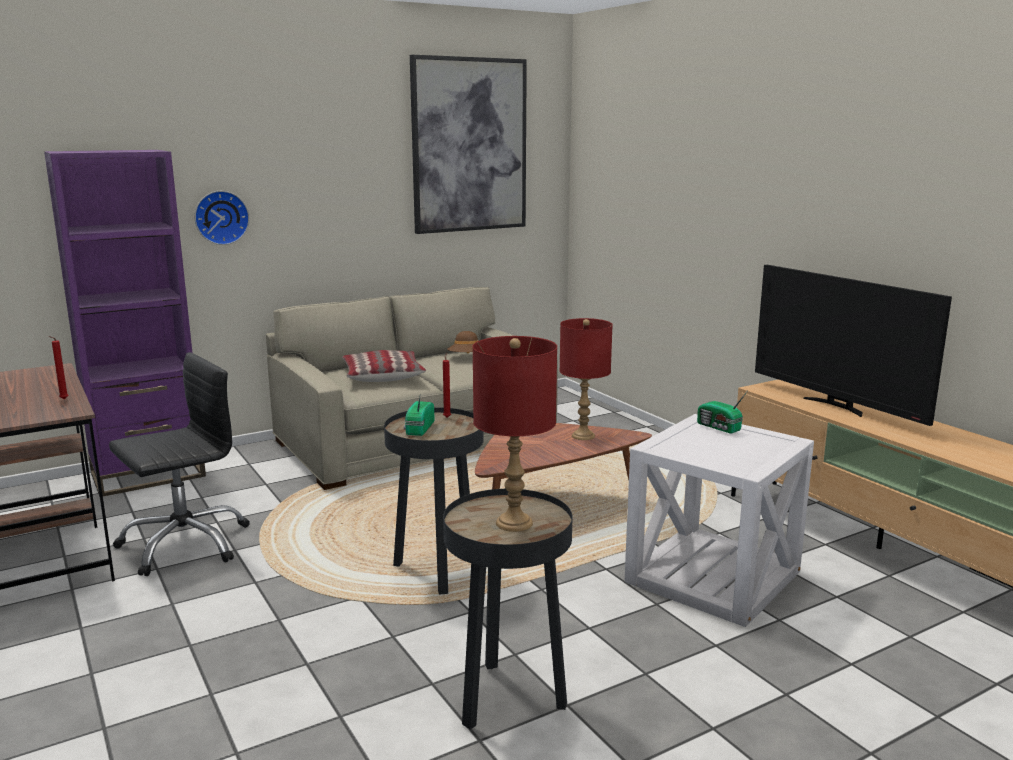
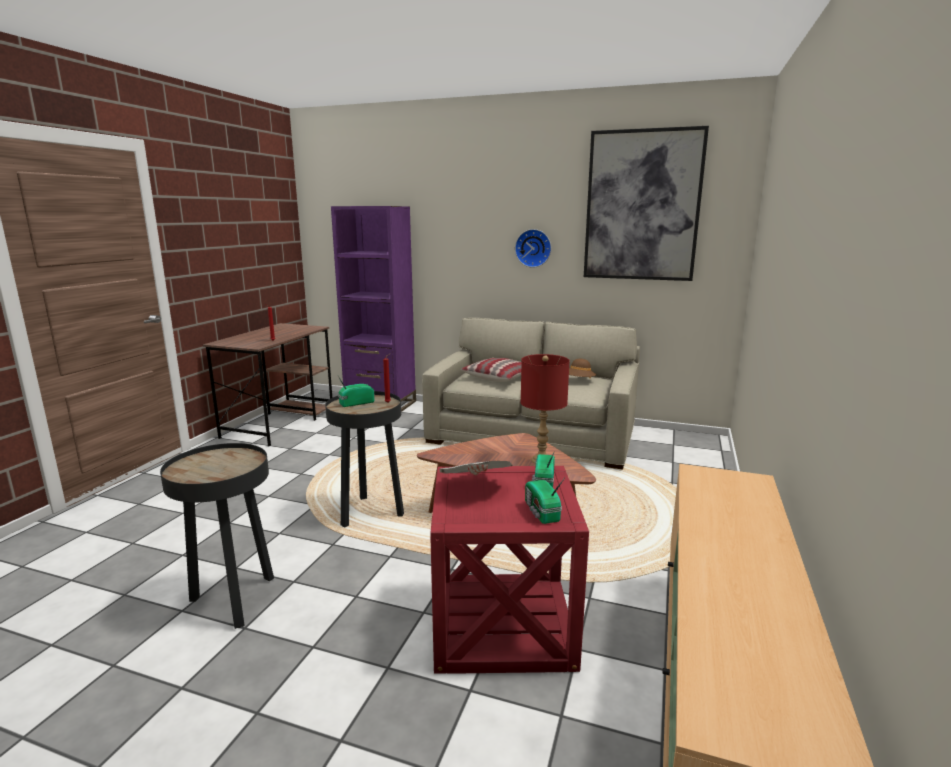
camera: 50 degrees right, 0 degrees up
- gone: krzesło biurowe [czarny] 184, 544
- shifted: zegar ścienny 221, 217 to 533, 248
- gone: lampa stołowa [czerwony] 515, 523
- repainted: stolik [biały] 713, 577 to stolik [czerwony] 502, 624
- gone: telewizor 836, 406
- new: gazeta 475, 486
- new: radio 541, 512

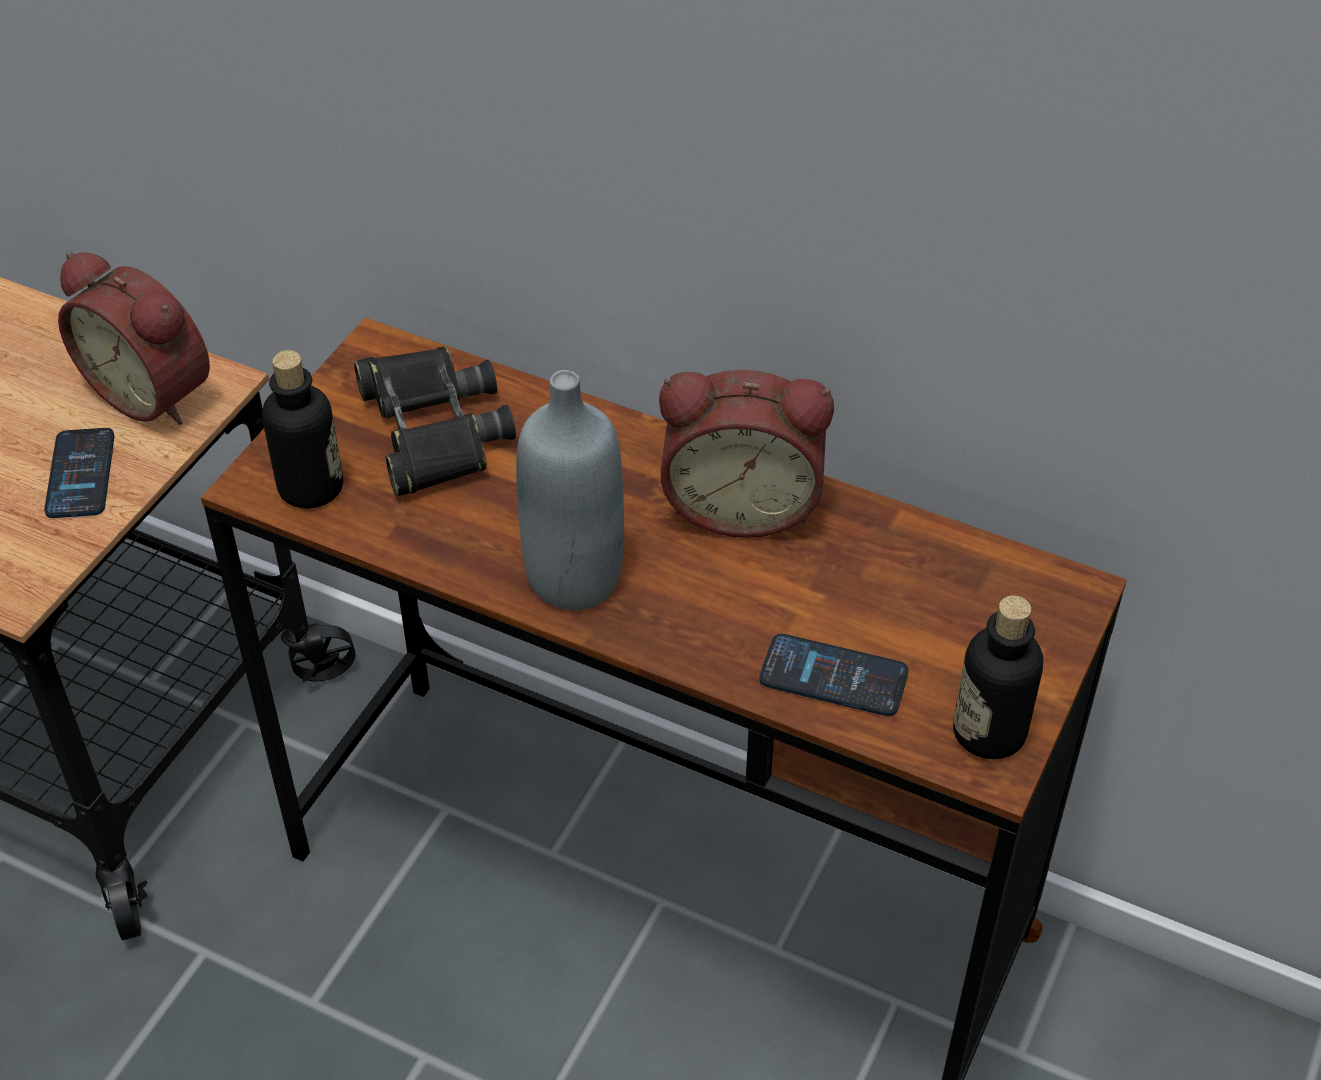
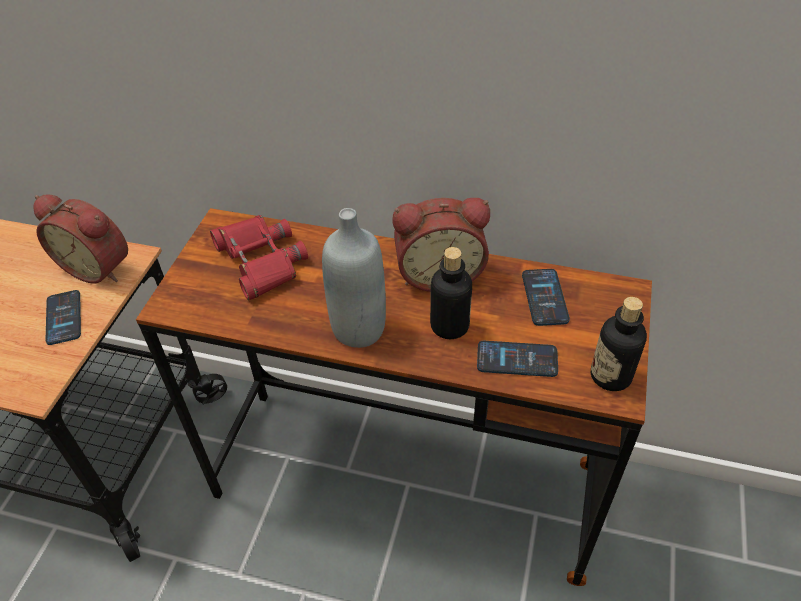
camera: 10 degrees left, 0 degrees up
- shifted: butelka 311, 487 to 449, 326
- repainted: lornetka [czarny] 432, 430 to lornetka [czerwony] 260, 261
- new: telefon 544, 297

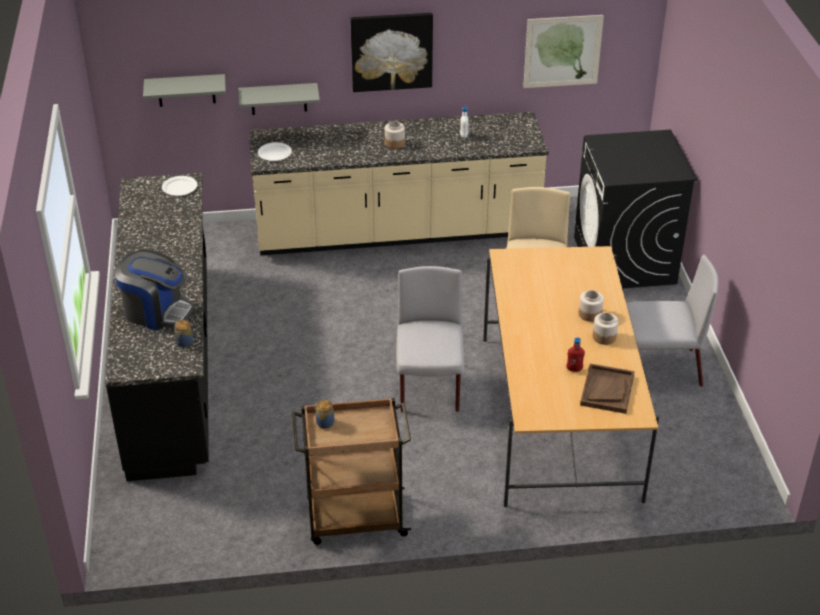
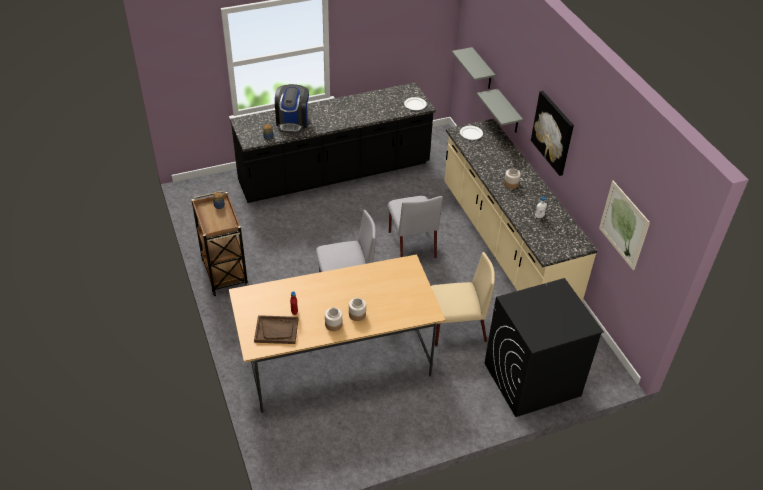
camera: 75 degrees right, 5 degrees up
- shifted: krzesło [szary] 659, 368 to 411, 244

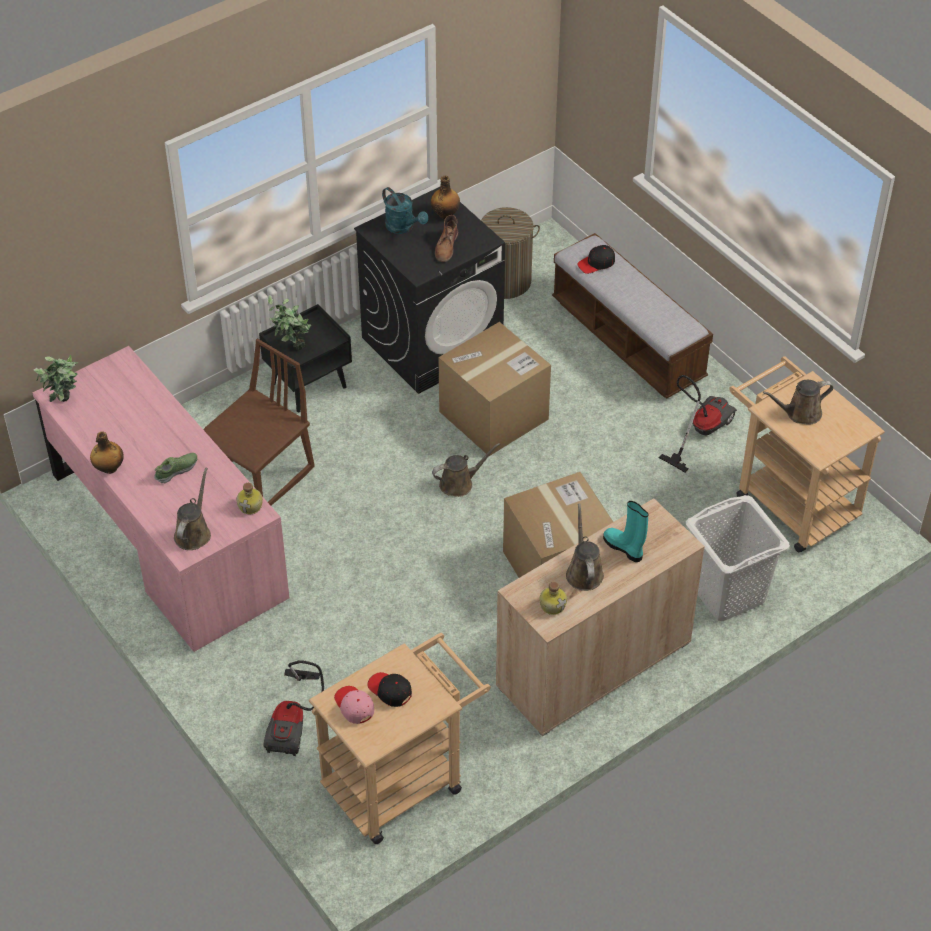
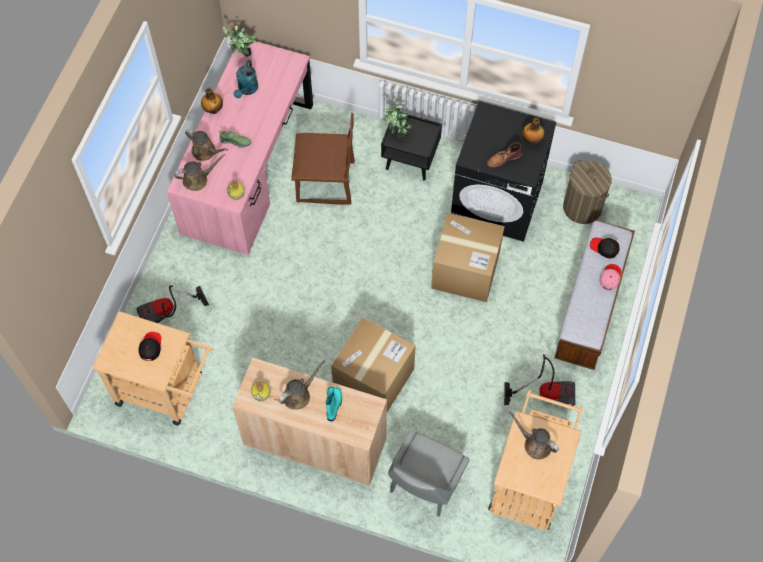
camera: 55 degrees right, 15 degrees up
- shifted: czapka z daszkiem [różowy] 354, 706 to 610, 277
- shifted: konewka [turkusowy] 403, 227 to 247, 90
- shifted: konewka [brązowy] 459, 483 to 205, 152
- swapped: kosz na pranie [biały] 727, 593 to krzesło [szary] 424, 485

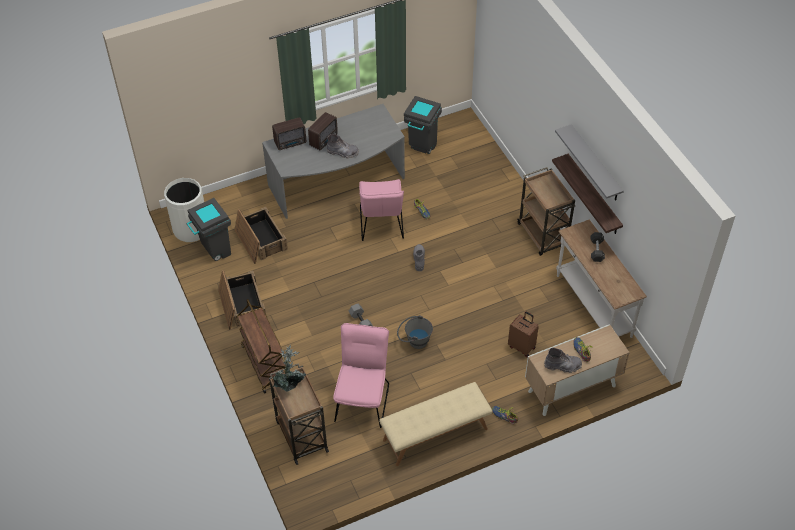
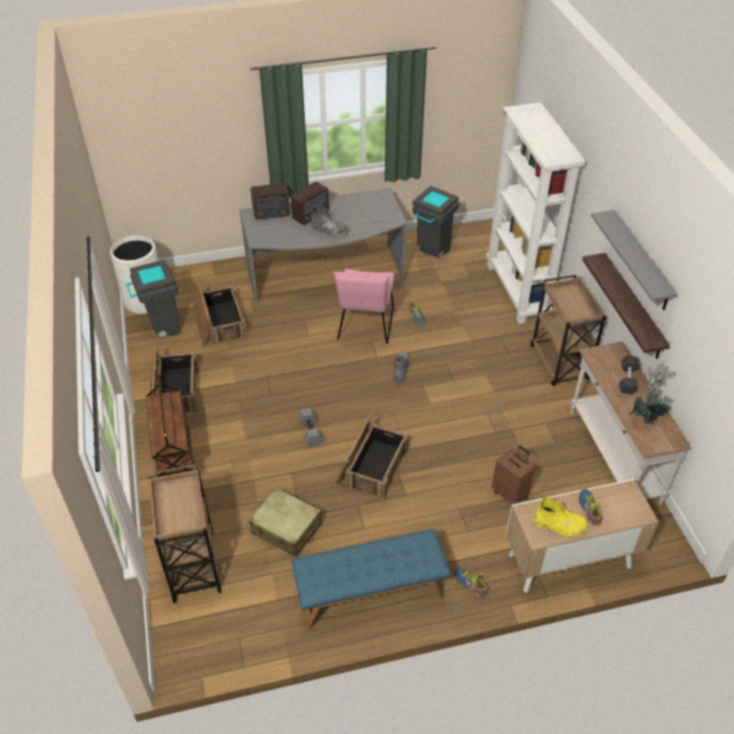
camera: 10 degrees right, 5 degrees down
- shifted: roślina doniczkowa 290, 384 to 646, 417
- swapped: krzesło [różowy] 363, 399 to walizka [beżowy] 287, 528
- repainted: ławka [beżowy] 435, 435 to ławka [niebieski] 370, 593
- swapped: wiadro [szary] 414, 341 to skrzynka 371, 465
- repainted: but z cholewką [szary] 563, 366 to but z cholewką [żółty] 559, 526
- new: regał [biały] 517, 291

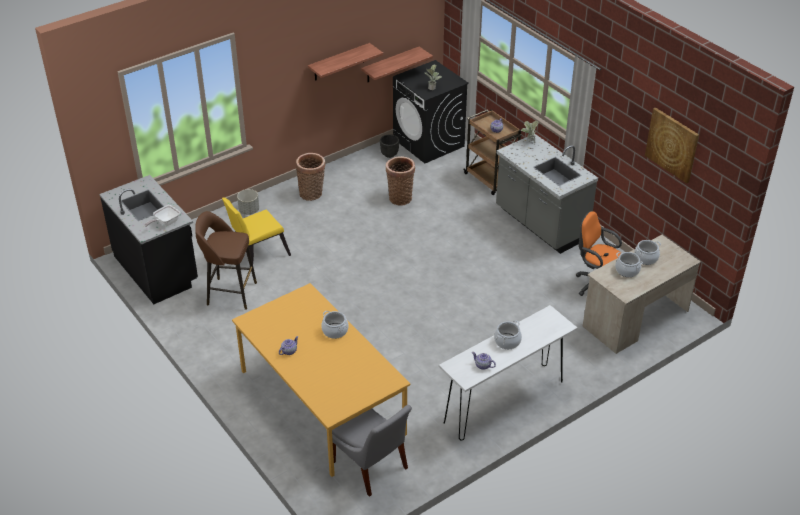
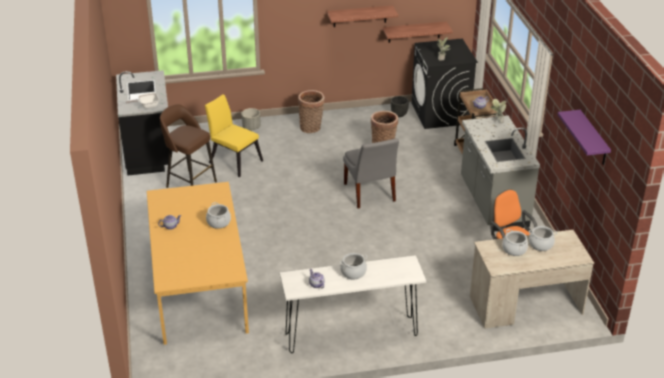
camera: 25 degrees right, 5 degrees down
- rotated: krzesło [żółty] 257, 253 = 234, 160 45 degrees clockwise
- shifted: krzesło [szary] 371, 467 to 369, 194
- swapped: obraz 672, 144 to półka [fioletowy] 593, 138

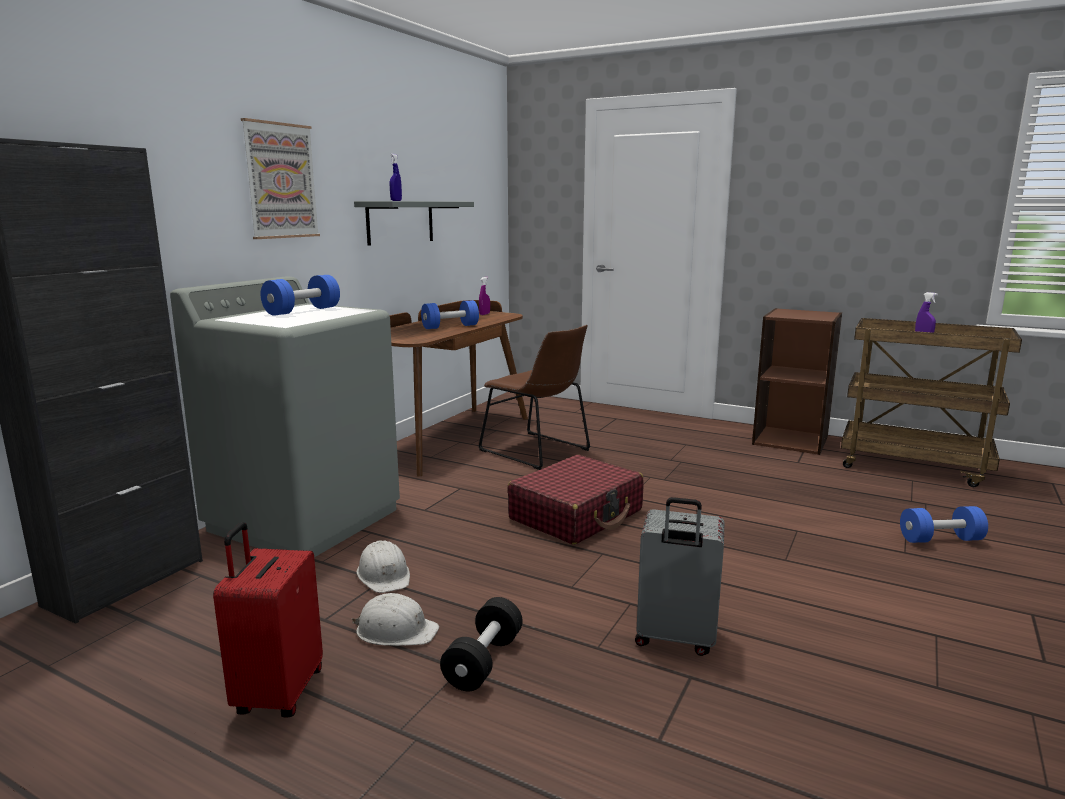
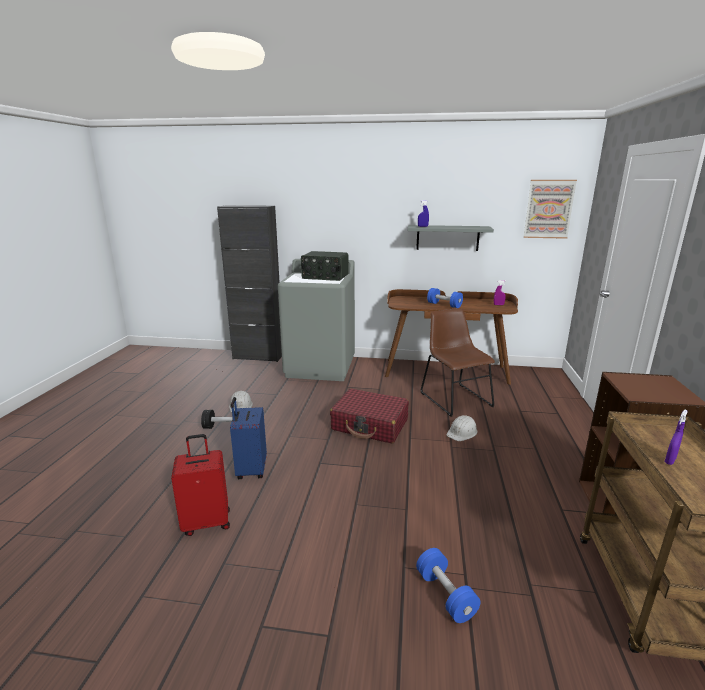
camera: 70 degrees right, 5 degrees up
- shifted: walizka [czerwony] 277, 693 to 207, 522
- shifted: obraz 281, 181 to 549, 209
- swapped: hantel [niebieski] 302, 311 to radio 325, 277
- shifted: kask [biały] 384, 575 to 462, 432
- rotated: krzesło [brązowy] 537, 451 = 454, 398 135 degrees clockwise
- repainted: walizka [szary] 675, 639 to walizka [niebieski] 251, 470

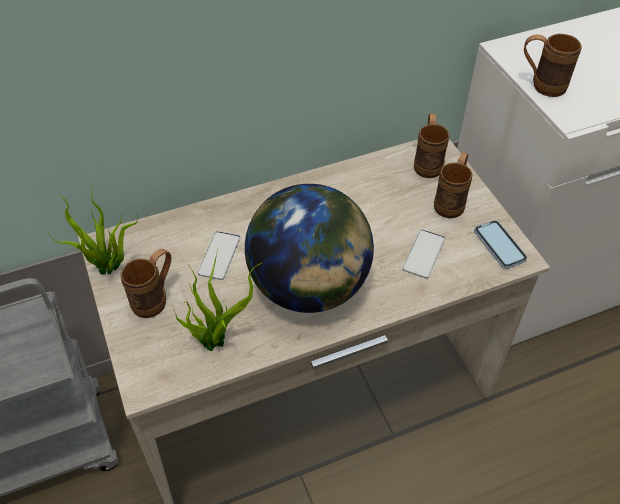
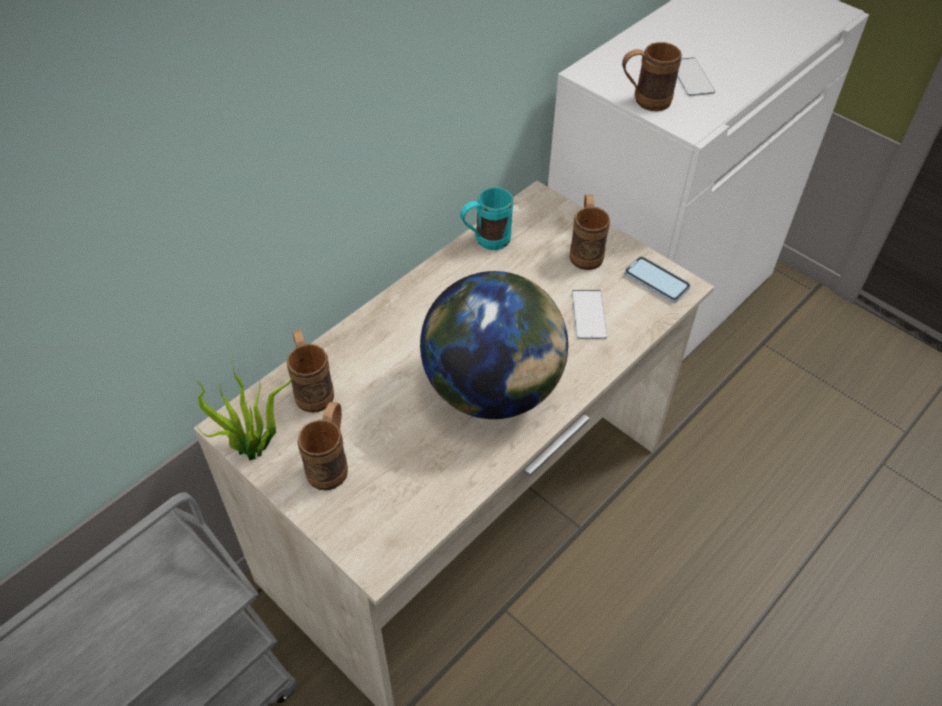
camera: 25 degrees left, 0 degrees up
- gone: roślina doniczkowa 217, 339
- shifted: telefon 219, 255 to 691, 77
- shifted: kubek [brązowy] 427, 162 to 312, 389
- new: kubek [turkusowy] 485, 241

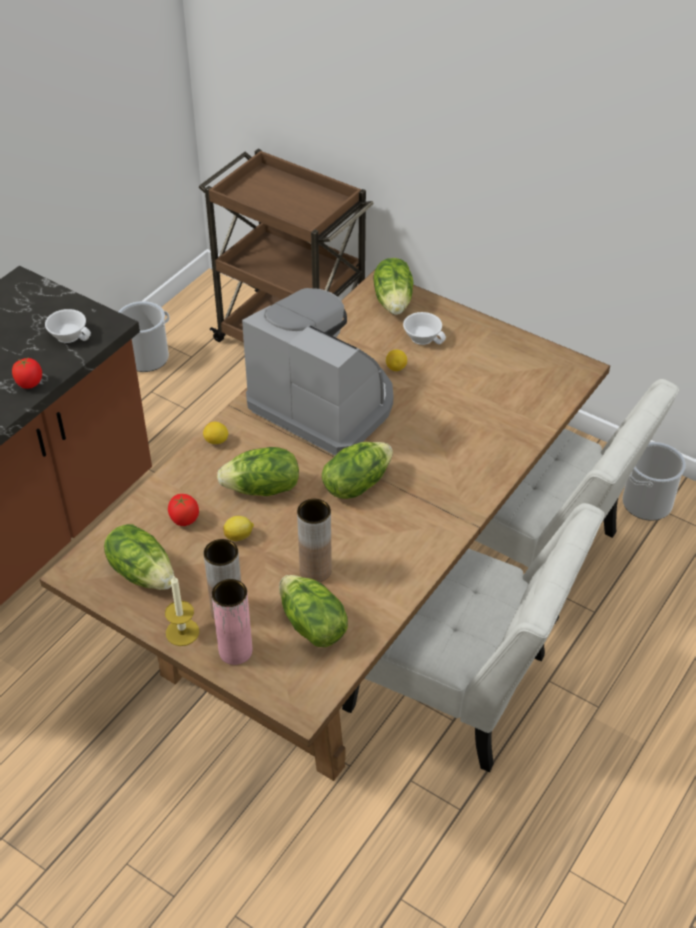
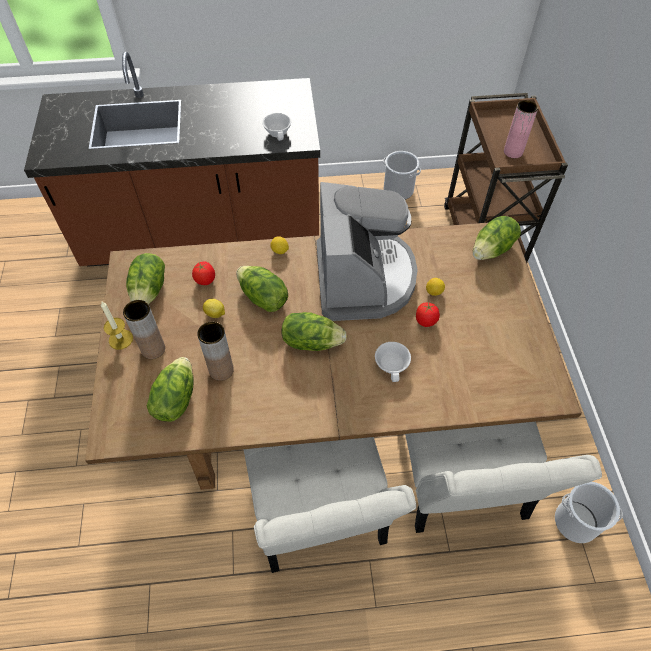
camera: 50 degrees right, 10 degrees up
- shifted: pomidor 30, 383 to 426, 321
- shifted: wazon [różowy] 235, 651 to 513, 152
- shifted: filiżanka [biały] 424, 337 to 393, 365

